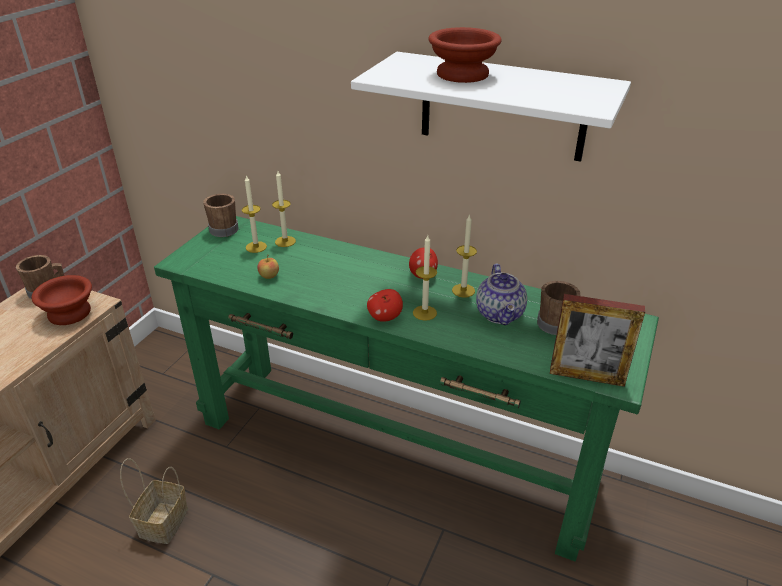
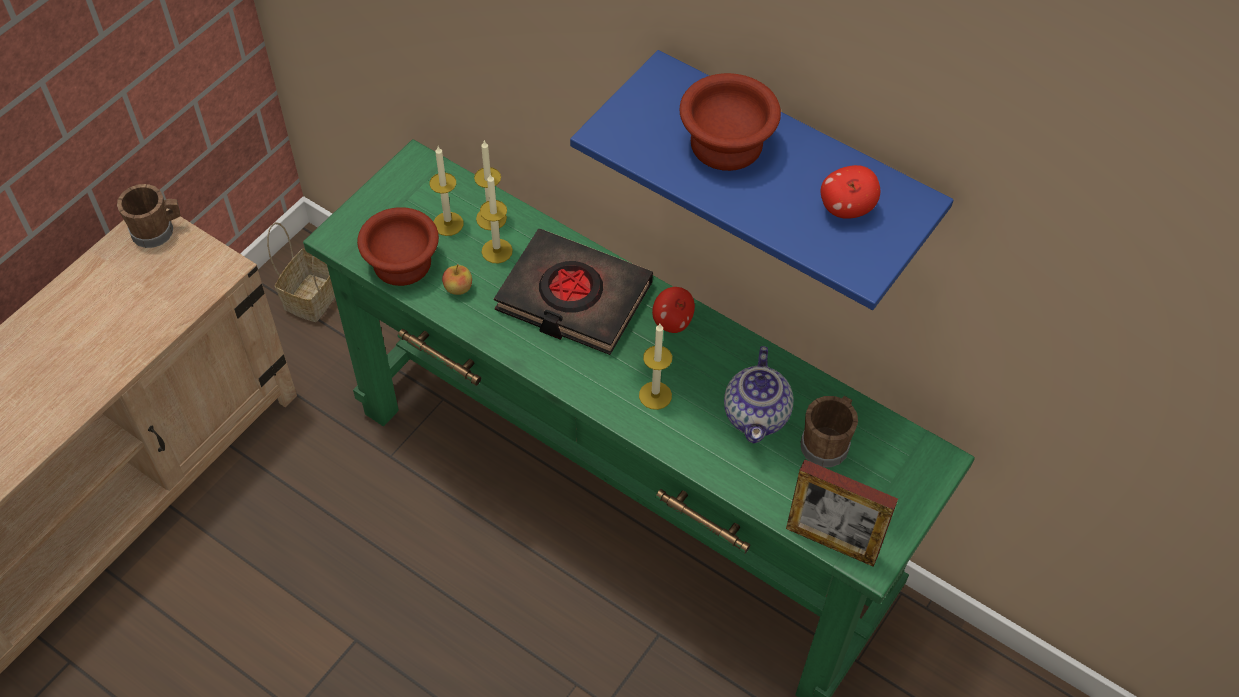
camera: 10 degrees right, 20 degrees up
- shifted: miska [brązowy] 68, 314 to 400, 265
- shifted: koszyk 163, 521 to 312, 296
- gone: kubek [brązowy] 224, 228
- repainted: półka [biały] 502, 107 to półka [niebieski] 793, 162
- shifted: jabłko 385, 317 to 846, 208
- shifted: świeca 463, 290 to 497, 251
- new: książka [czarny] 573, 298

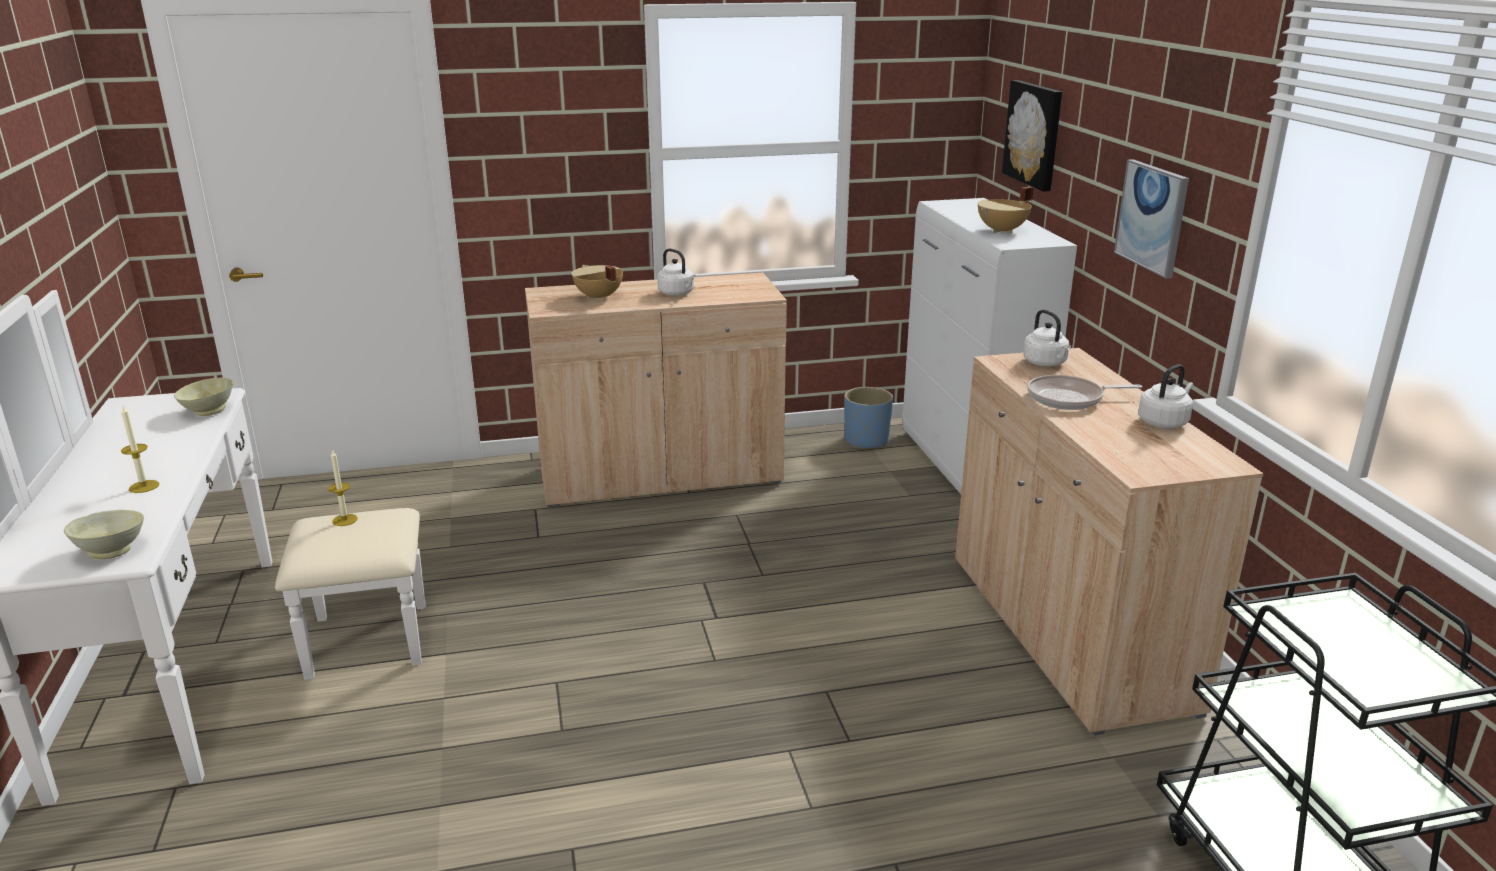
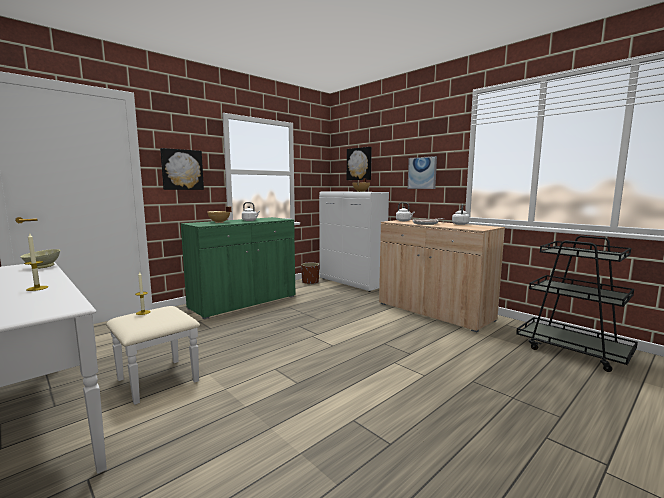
camera: 30 degrees left, 15 degrees down
- gone: miska [beżowy] 113, 551
- repainted: szafka [beżowy] 660, 476 to szafka [zielony] 244, 302
- repainted: donica [niebieski] 866, 441 to donica [brązowy] 310, 282
- new: obraz 182, 169

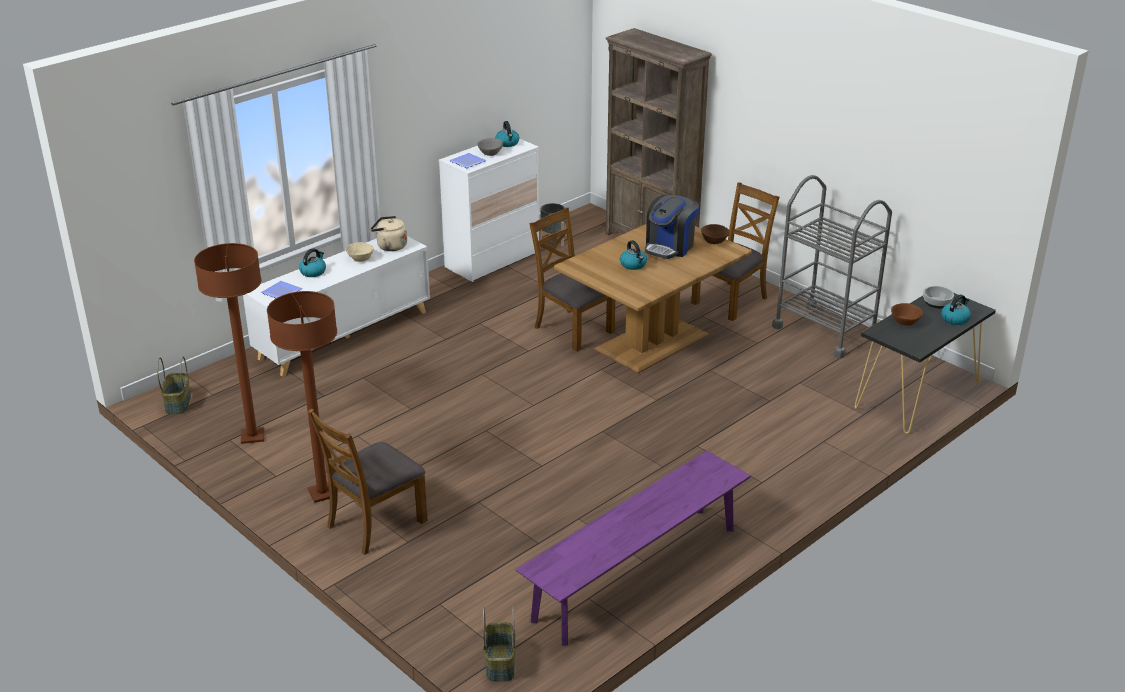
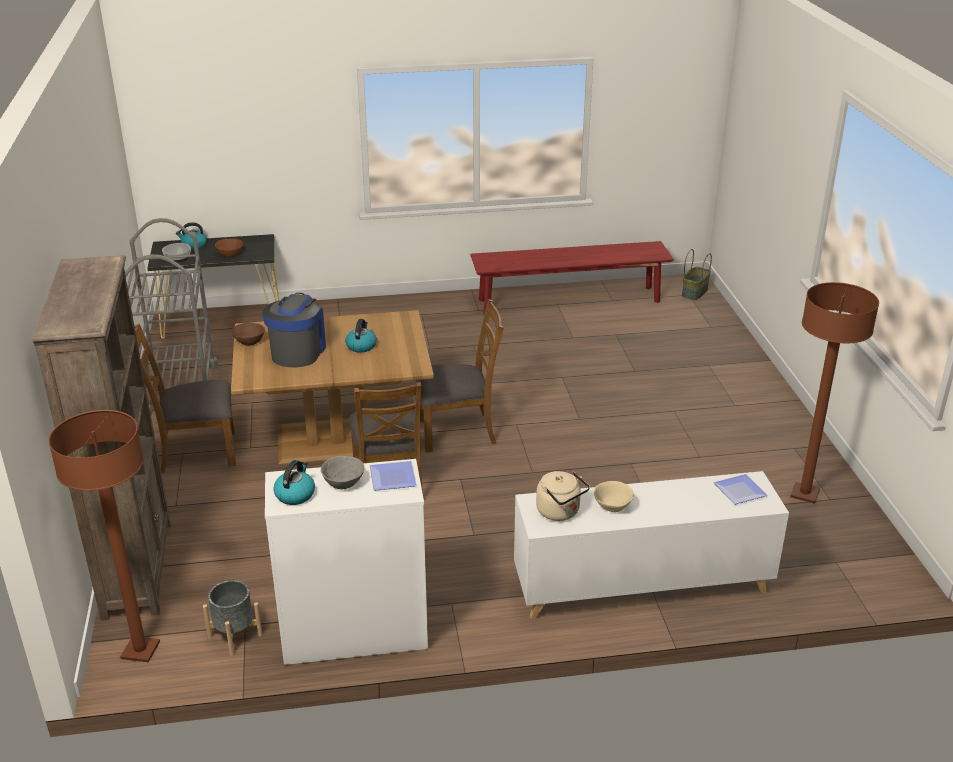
camera: 145 degrees left, 0 degrees up
- gone: koszyk 177, 403
- shifted: lampa stojąca [brązowy] 322, 493 to 140, 650
- gone: czajnik 313, 272
- shifted: krzesło [brązowy] 375, 523 to 457, 431
- repainted: ławka [fioletowy] 636, 573 to ławka [czerwony] 569, 301
- rotated: ekspres do kawy 670, 247 = 298, 351 60 degrees counterclockwise

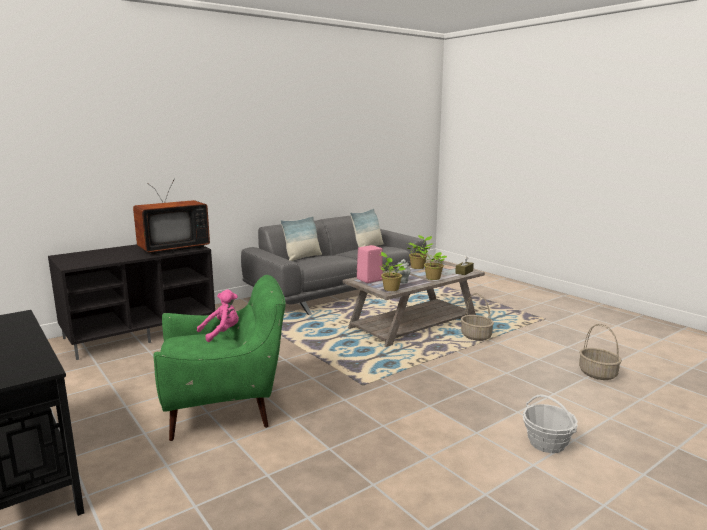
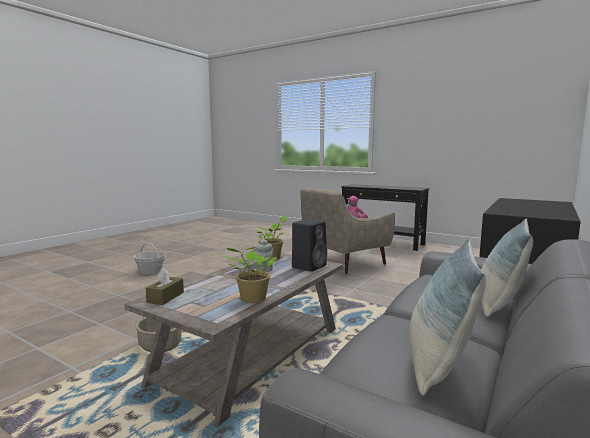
camera: 160 degrees right, 5 degrees down
- gone: telewizor 171, 248
- repainted: fotel [zielony] 226, 409 to fotel [beżowy] 343, 263
- repainted: głośnik [różowy] 369, 280 to głośnik [czarny] 309, 266
- gone: roślina doniczkowa 432, 278
- gone: koszyk 598, 374

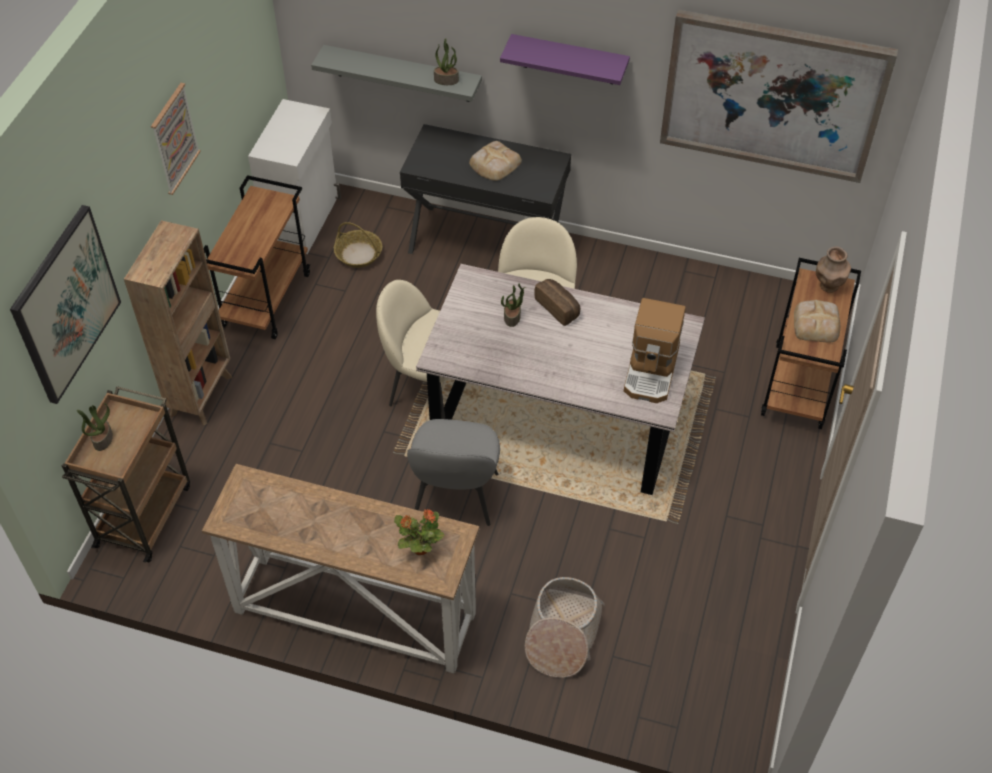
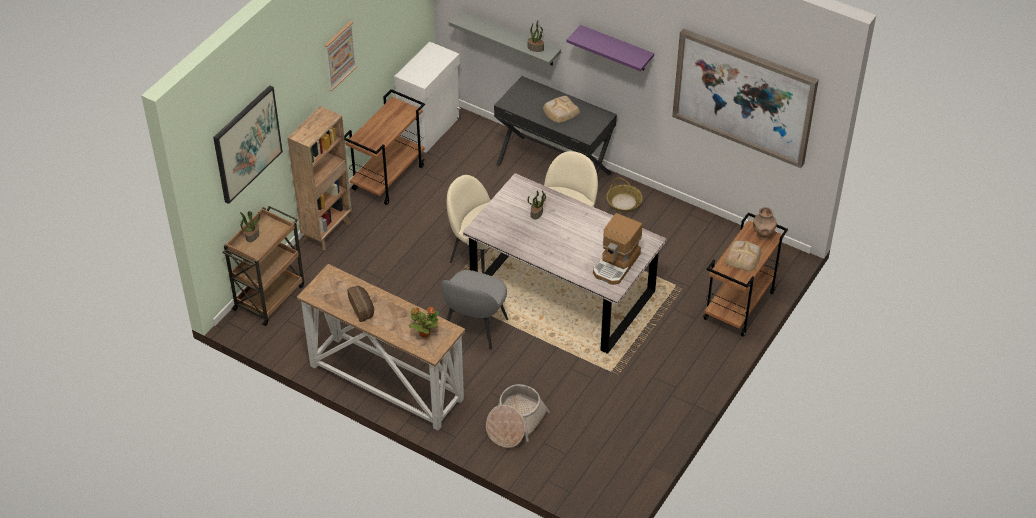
camera: 15 degrees right, 5 degrees down
- shifted: koszyk 359, 254 to 624, 202
- shifted: chleb 558, 307 to 362, 308

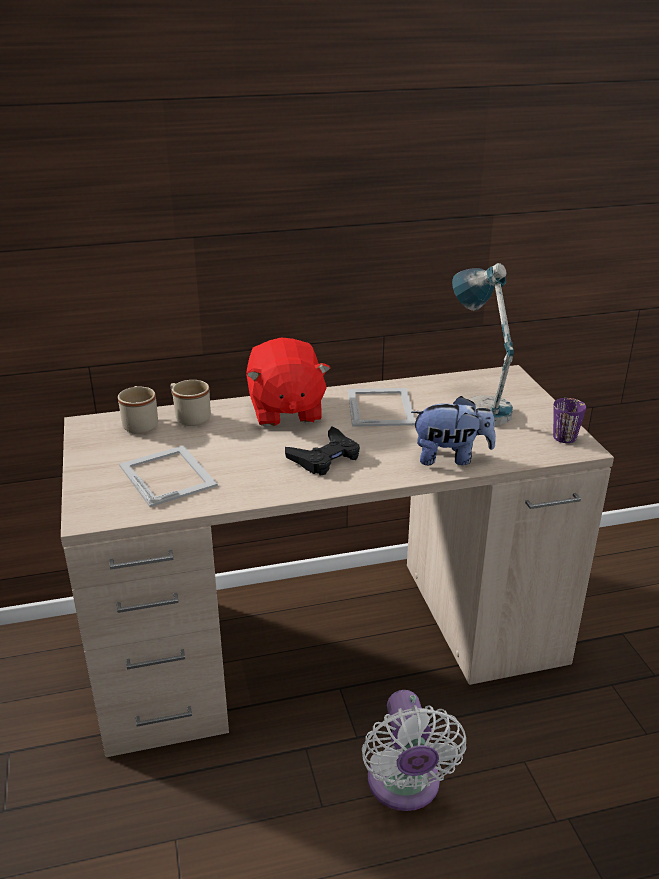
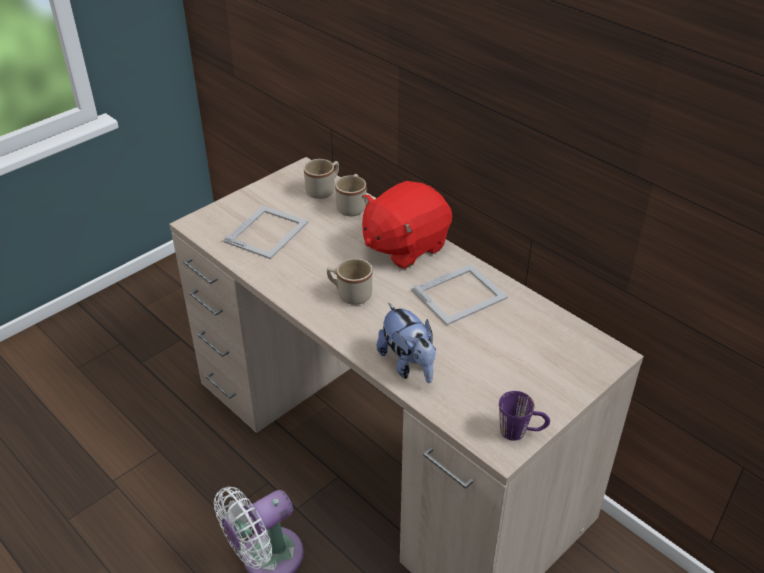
camera: 60 degrees right, 10 degrees up
- swapped: pad do gier [czarny] 325, 457 to kubek [beżowy] 349, 294
- gone: lampa stołowa 478, 404

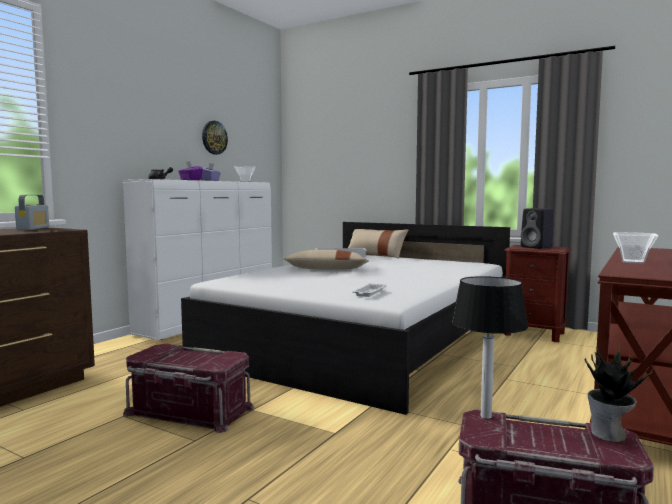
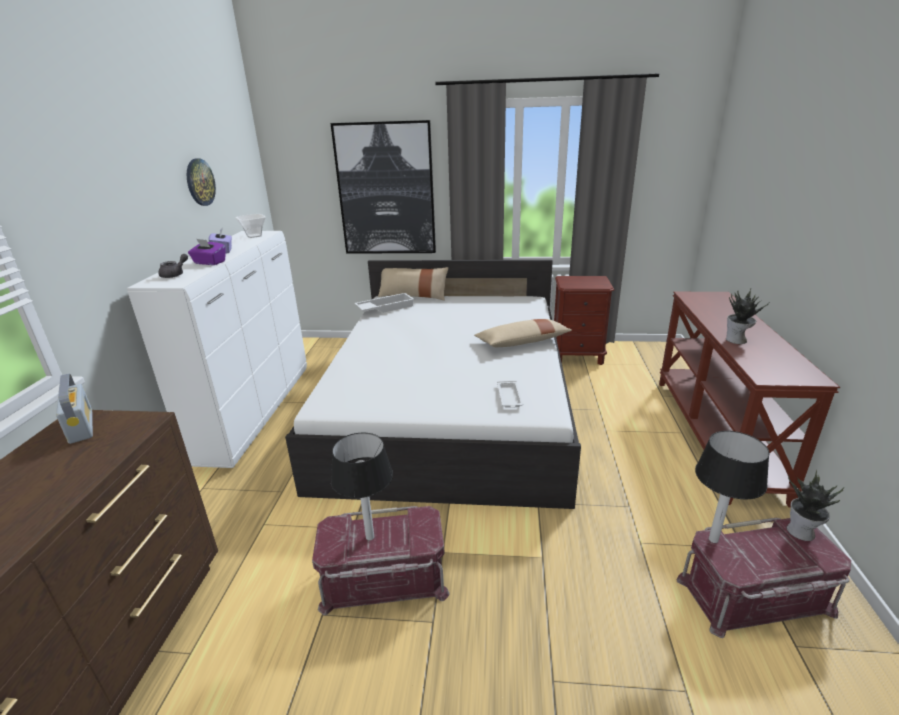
camera: 25 degrees left, 20 degrees up
- shifted: poduszka [beżowy] 327, 269 to 522, 342
- gone: głośnik [czarny] 537, 247
- swapped: miska 632, 262 to roślina doniczkowa 736, 340
- new: obraz 386, 190
- new: lampa stołowa 369, 537

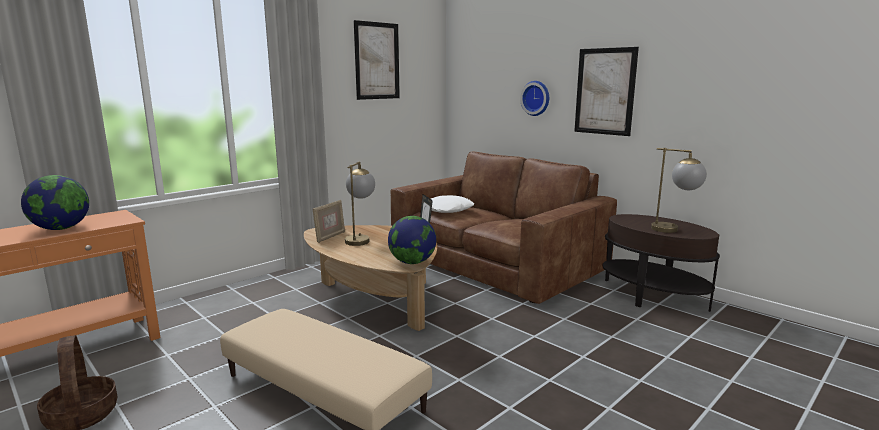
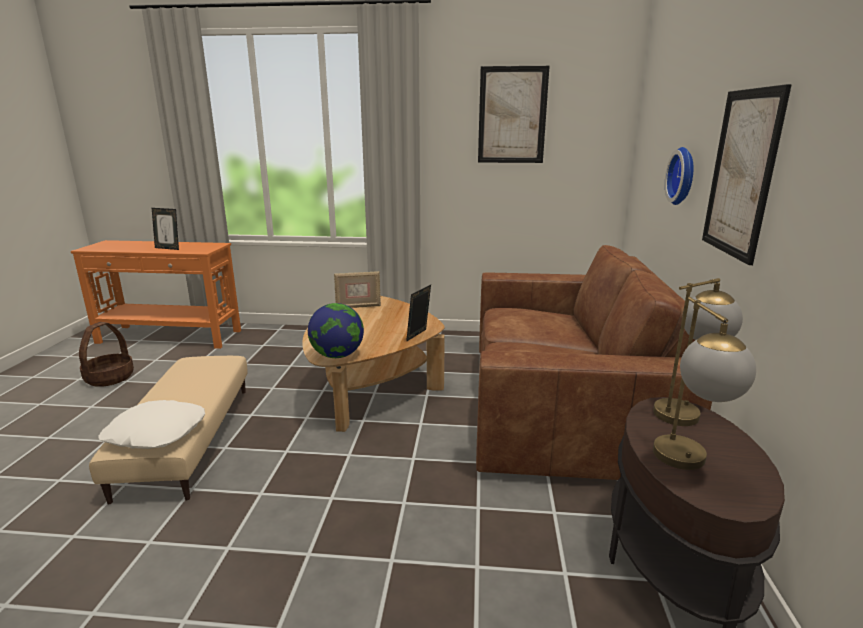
camera: 50 degrees right, 5 degrees up
- swapped: globus 61, 228 to ramka na zdjęcie 168, 248
- shifted: lampa stołowa 360, 239 to 686, 410
- shifted: poduszka [biały] 448, 210 to 155, 433

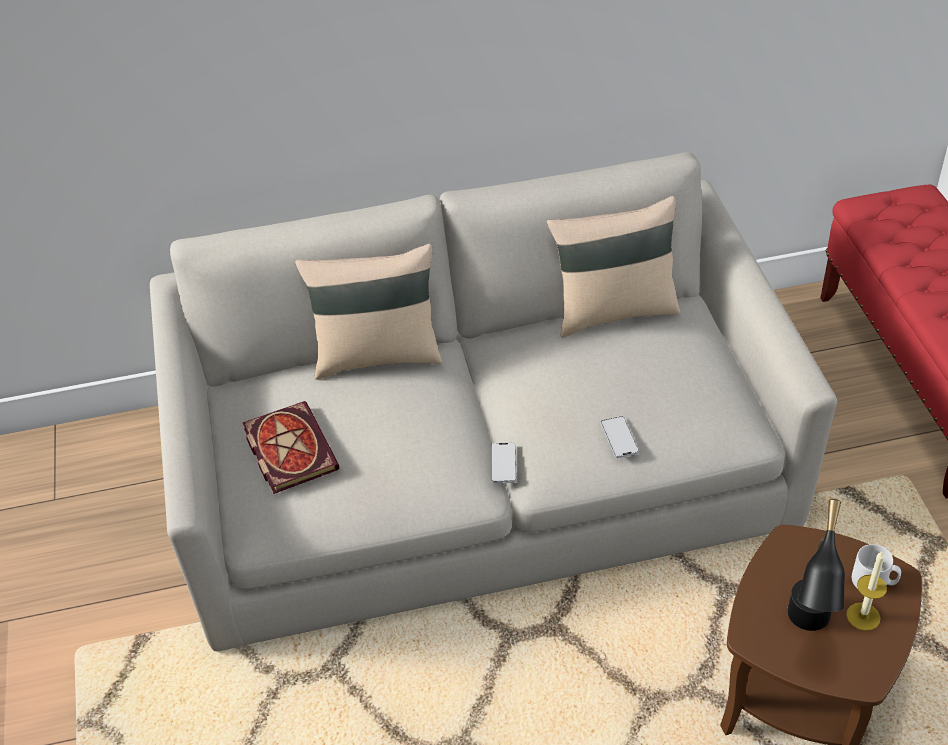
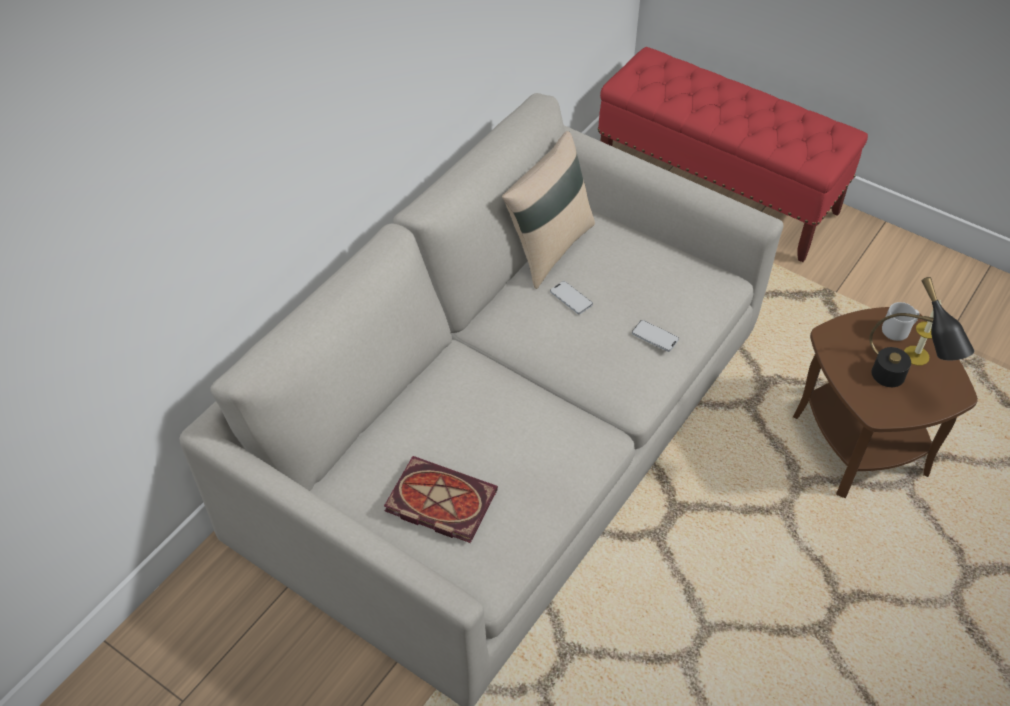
camera: 45 degrees left, 5 degrees up
- gone: poduszka [beżowy] 377, 355
- shifted: telefon 503, 463 to 571, 298

